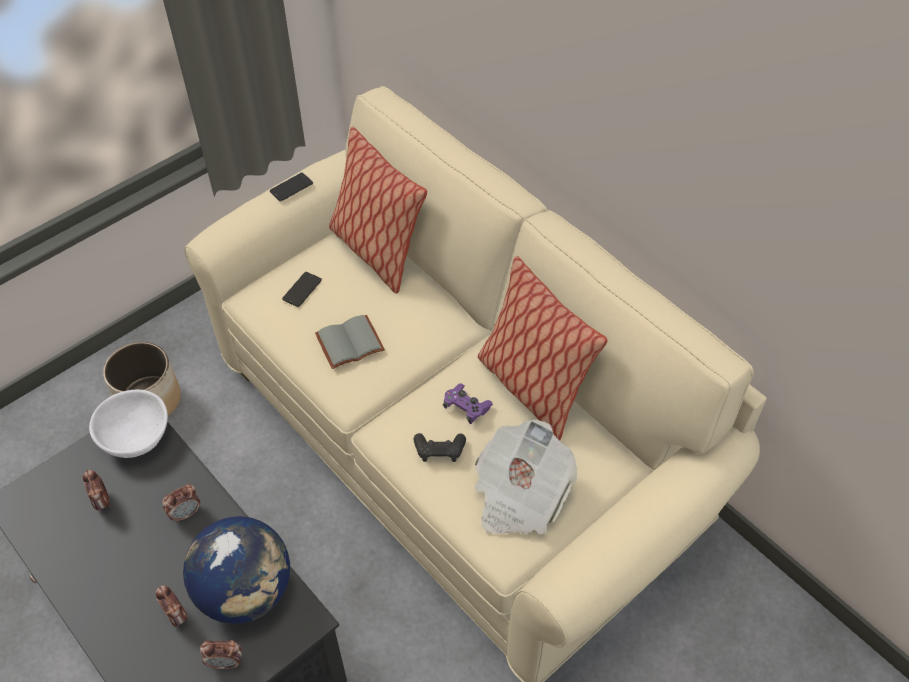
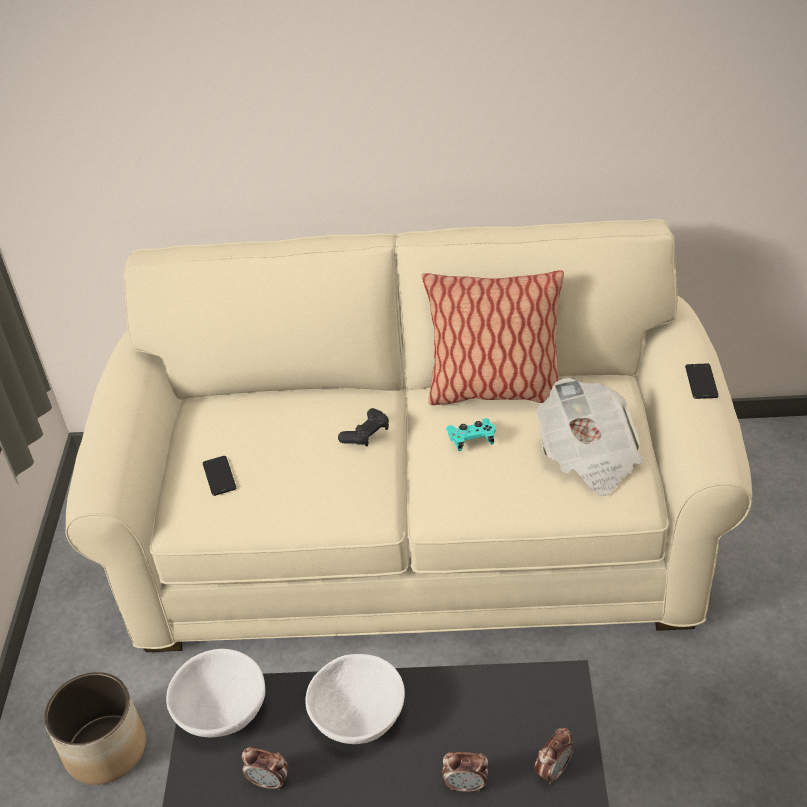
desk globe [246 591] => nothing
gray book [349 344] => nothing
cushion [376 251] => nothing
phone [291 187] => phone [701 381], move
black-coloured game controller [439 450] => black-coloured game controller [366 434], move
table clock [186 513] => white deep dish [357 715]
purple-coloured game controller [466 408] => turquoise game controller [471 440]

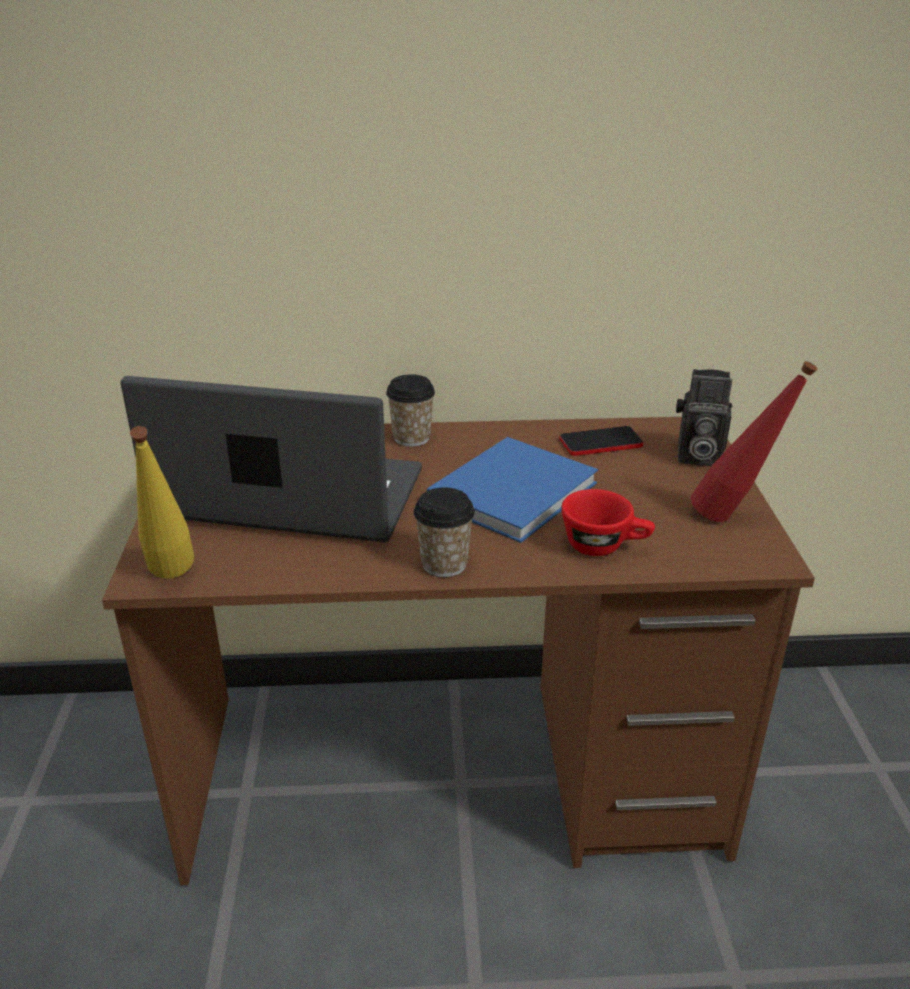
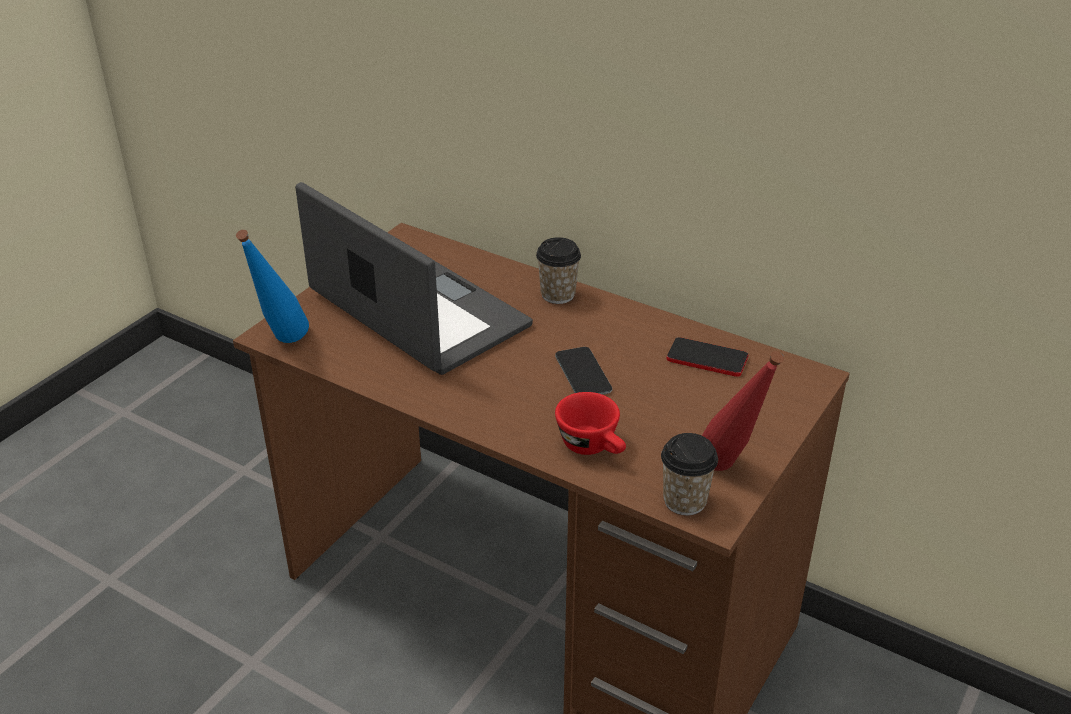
photo camera [696 456] => nothing
drinking cup [444 564] => drinking cup [684 501], move
bluish book [516 491] => phone [583 373]
yellow drink bottle [172 582] => bluish drink bottle [281 345]

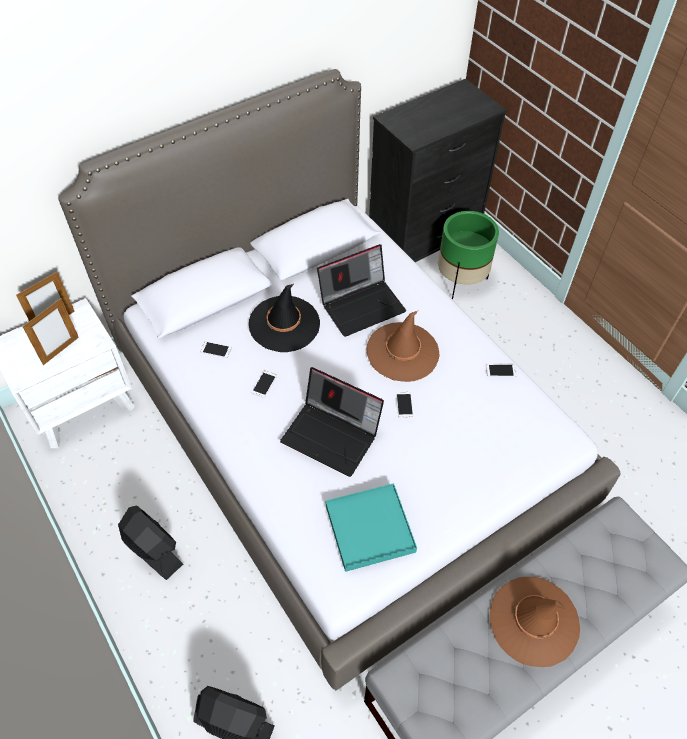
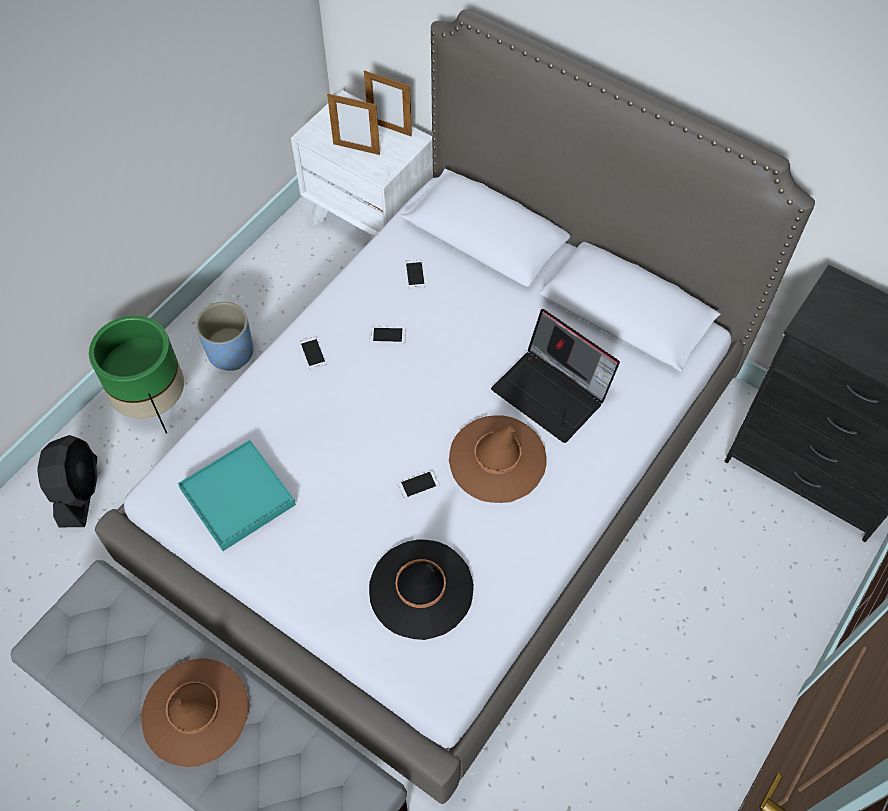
notebook computer [332 435] => nothing
black-coloured clothing hat [284 324] => black-coloured clothing hat [421 589], move
greenish planter [461 280] => greenish planter [154 403], move
phone [500 371] => phone [313 353], move
black-coloured electric fan [153 550] => bluish planter [230 352]

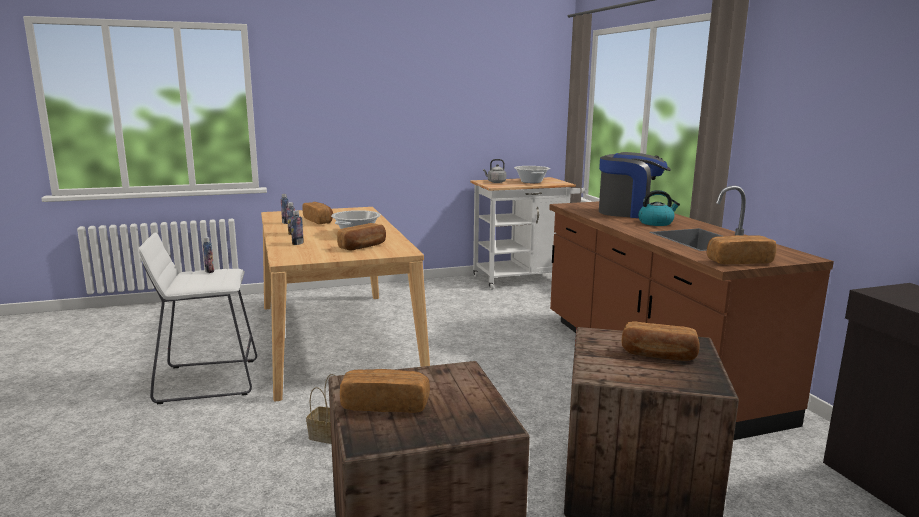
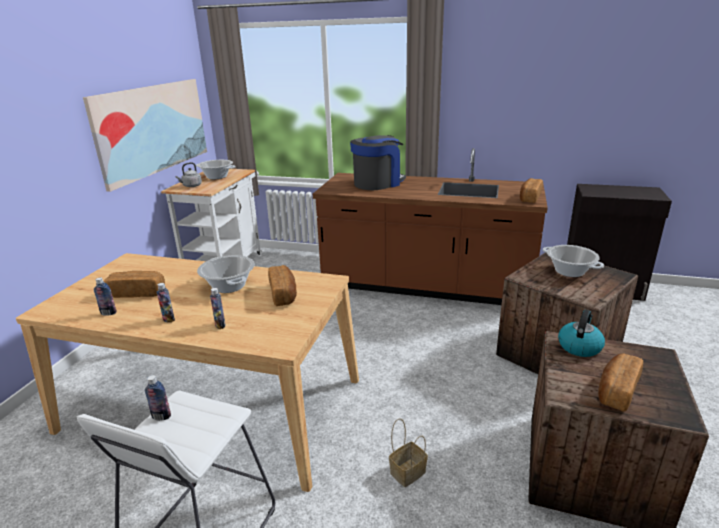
nothing => wall picture [154 129]
tea kettle [656 223] => tea kettle [579 346], move
bakery bread [658 355] => saucepot [569 271]

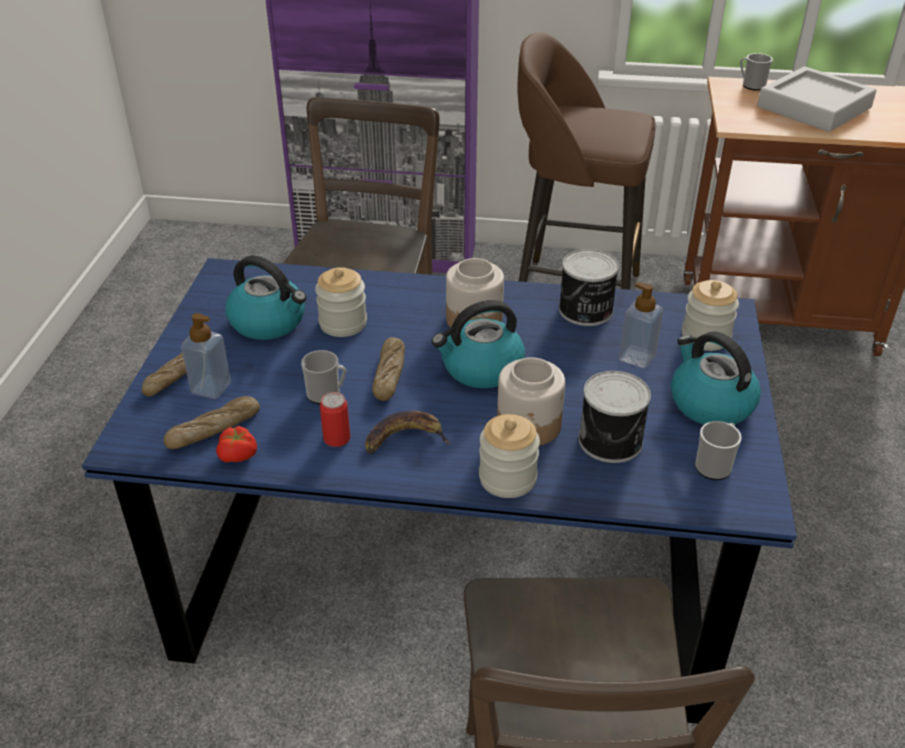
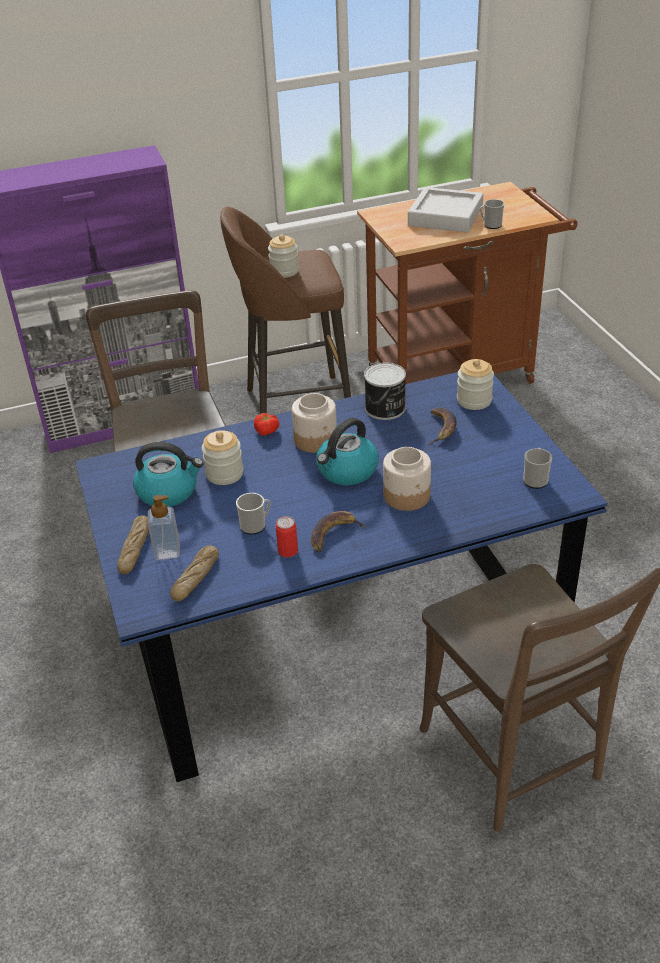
bakery bread [389 374] => nothing
sealed can [612 441] => nothing
tea kettle [709 403] => nothing
fresh tomato [239 455] => fresh tomato [267 431], move
jar [507 478] => jar [284 271], move
tea mug [751 85] => tea mug [490 225], move
soap dispenser [637 357] => whole banana [441 428]

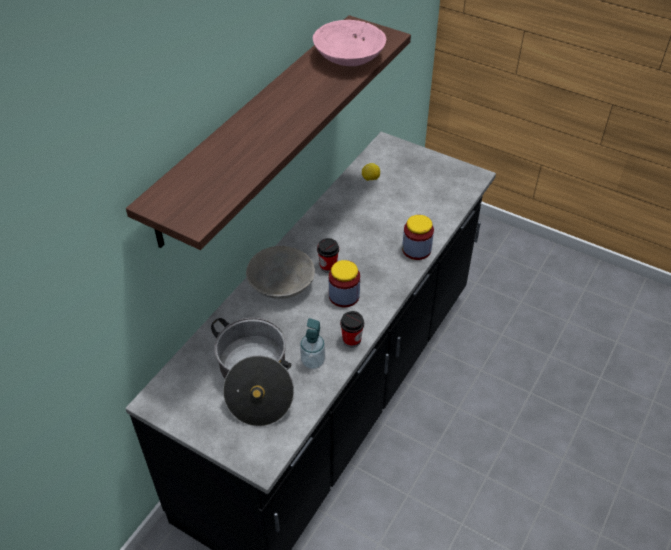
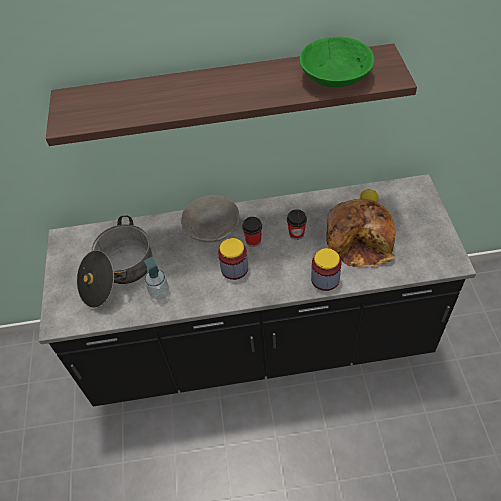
nothing => bakery bread [360 240]
drinking cup [351 340] => drinking cup [296 234], move
pink-coloured deep dish [349 58] => greenish deep dish [335 77]

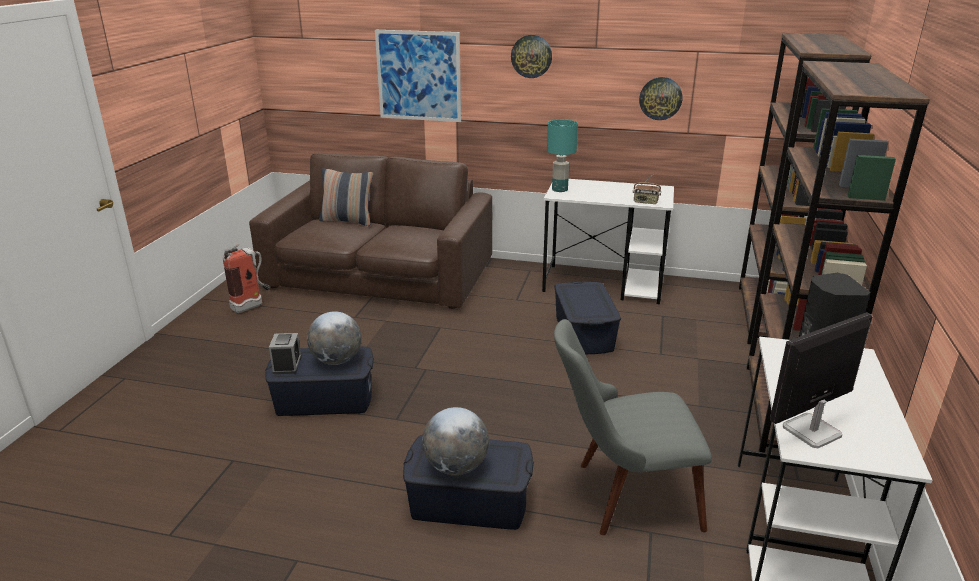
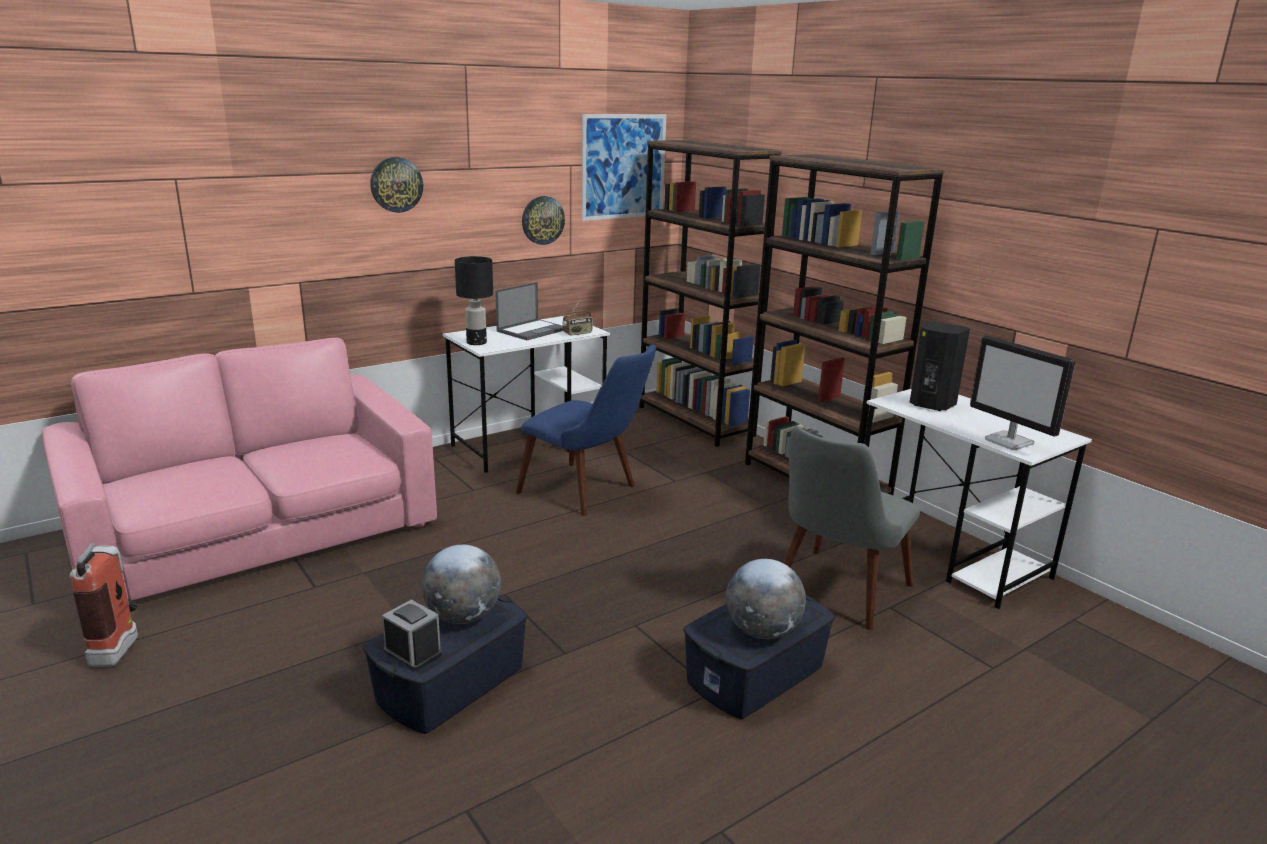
cushion [347 221] => nothing
nothing => notebook computer [532 330]
wall picture [418 76] => wall picture [623 166], move
bluish storage container [583 333] => bluish chair [589 492]
brown couch [380 274] => pink-coloured couch [256 529]
turquoise lamp for a table [560 190] => black-coloured lamp for a table [477 342]
computer display [811 432] => computer display [1010 442], 45 degrees counterclockwise

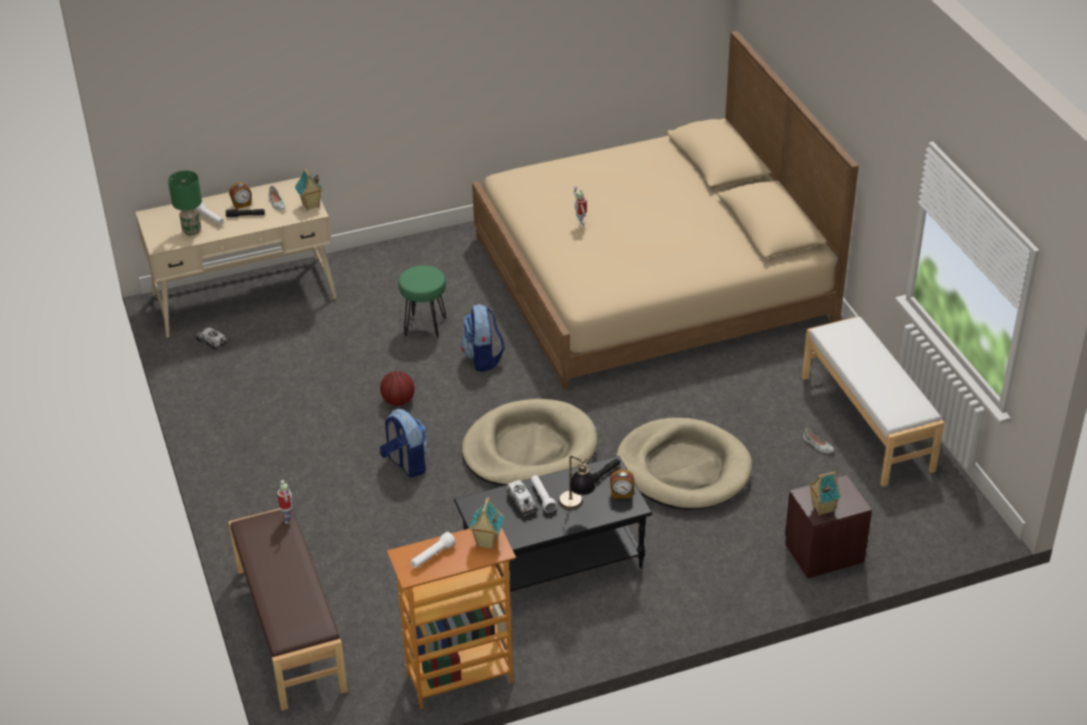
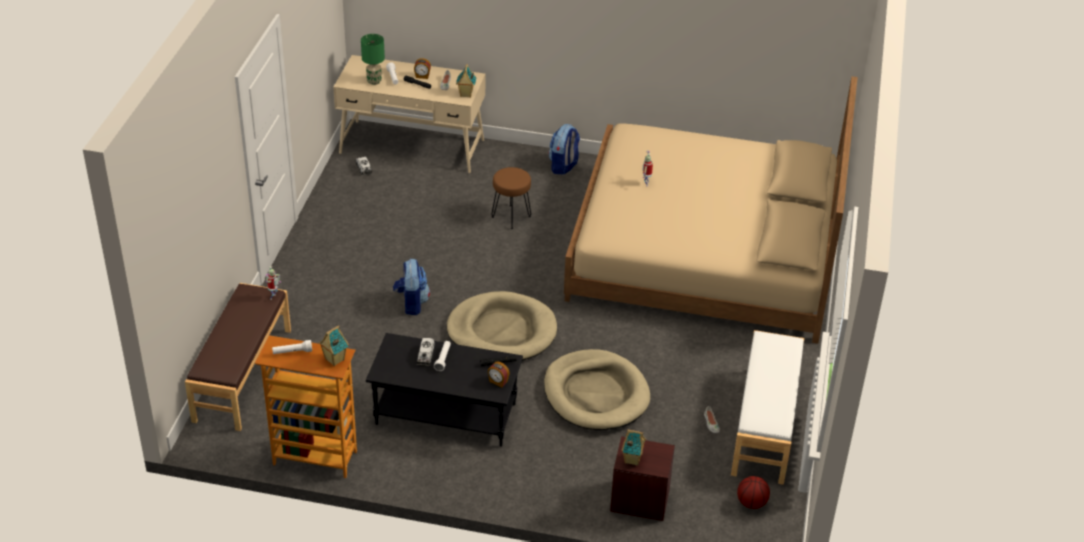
lamp for a table [576 507] => nothing
basketball ball [398 401] => basketball ball [752 503], move
backpack [483 358] => backpack [563 166], move
greenish sitting stool [425 326] => brown sitting stool [511 217]

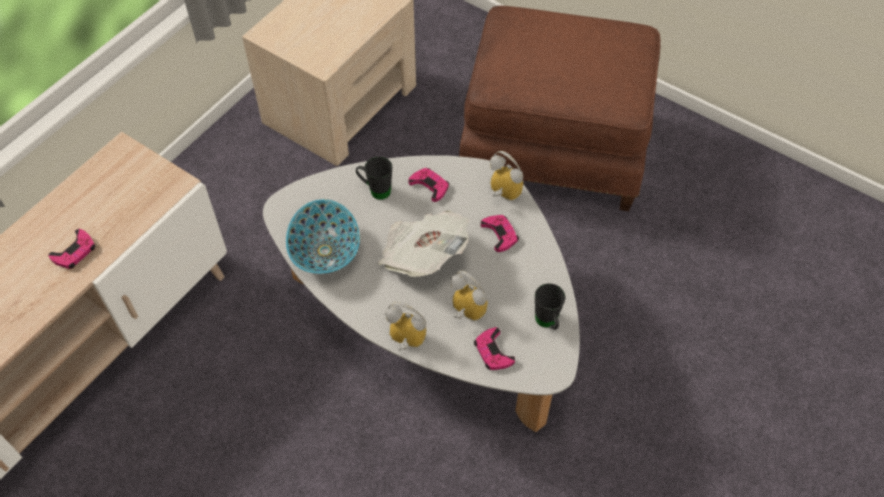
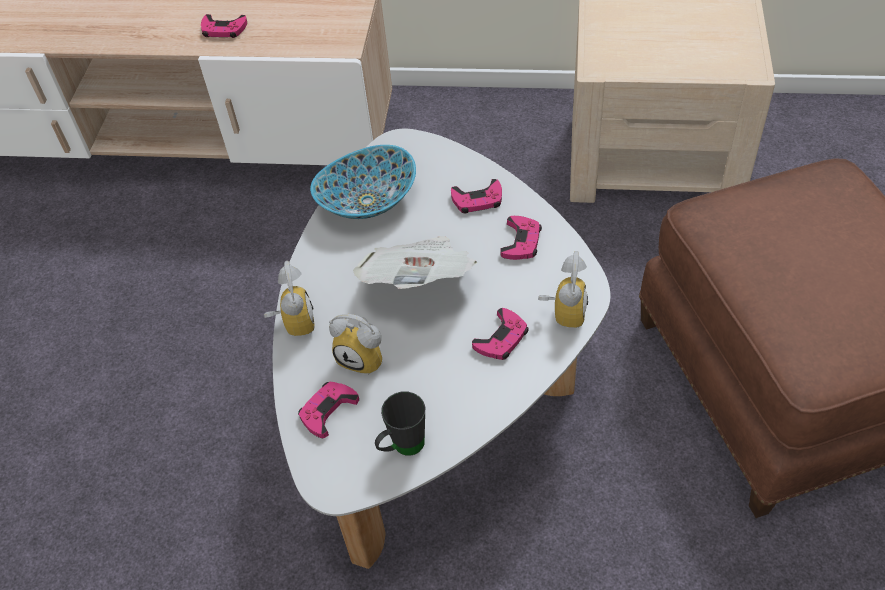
black-coloured tea mug [375 190] => pink-coloured game controller [478 200]
table clock [464 313] => table clock [365 357], 105 degrees clockwise

